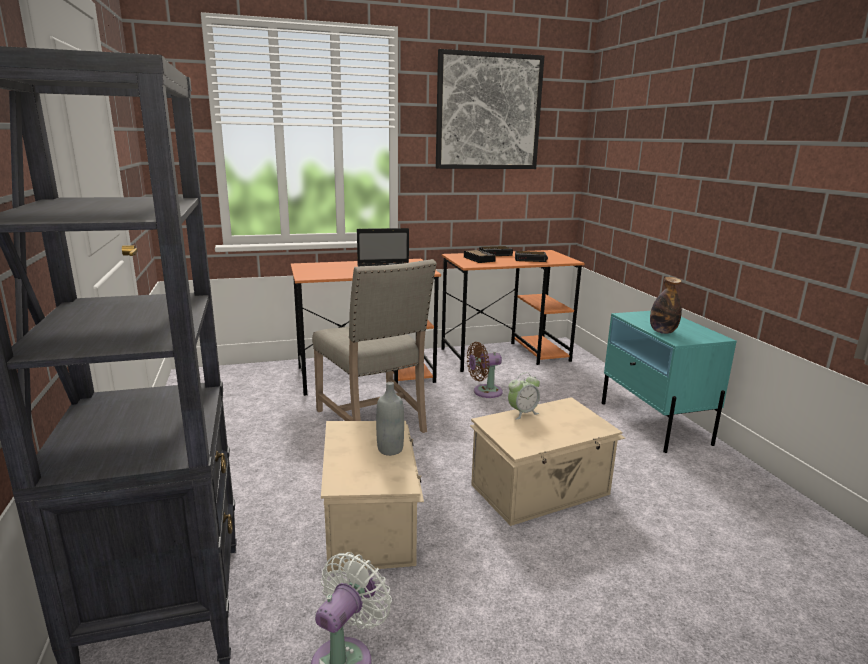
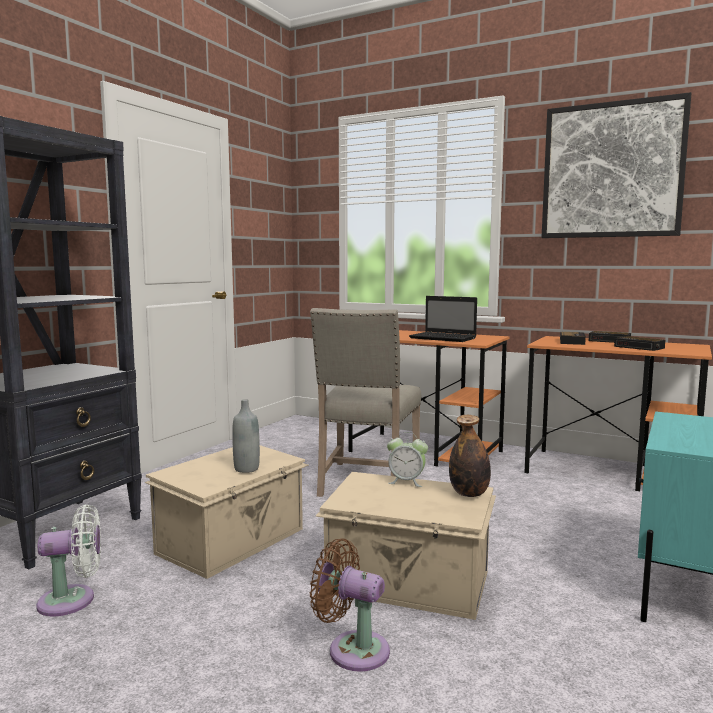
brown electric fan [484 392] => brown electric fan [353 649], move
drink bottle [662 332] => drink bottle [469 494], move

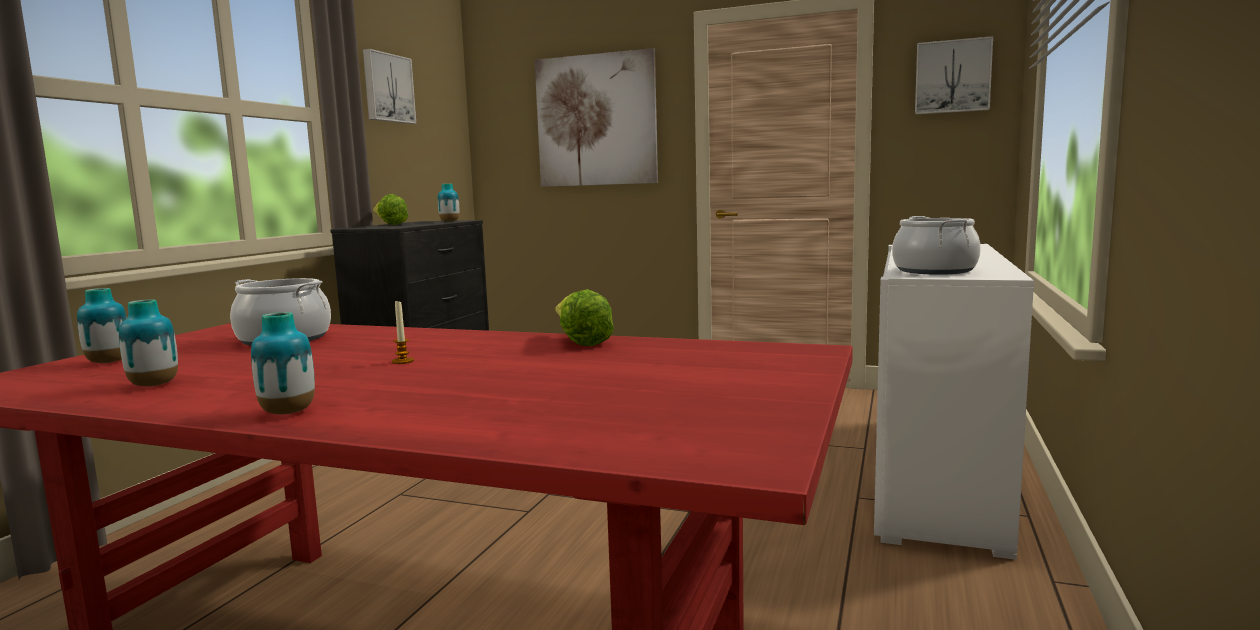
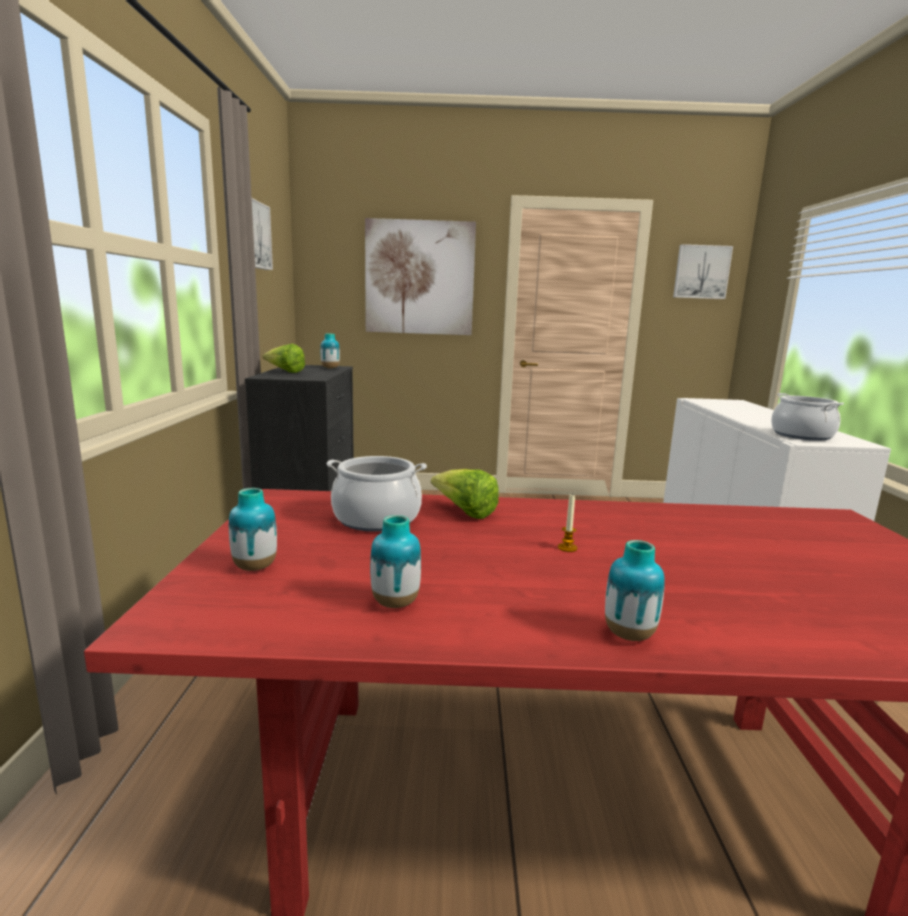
lettuce [580 342] => lettuce [465 512], move

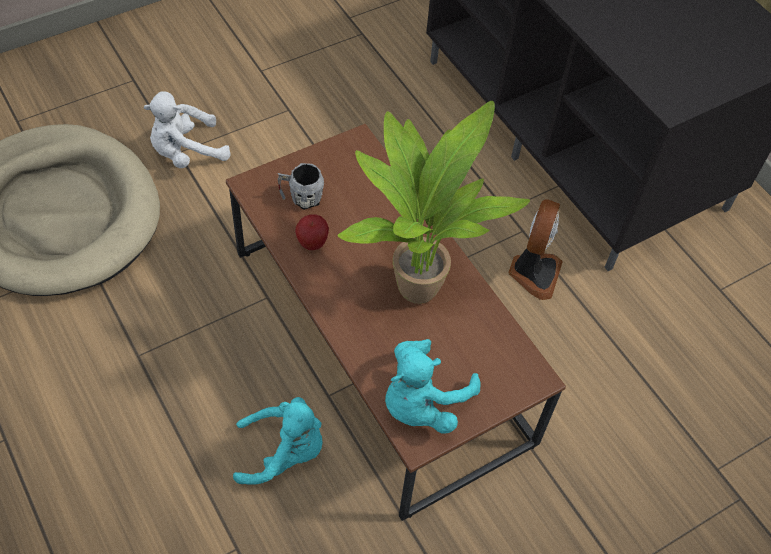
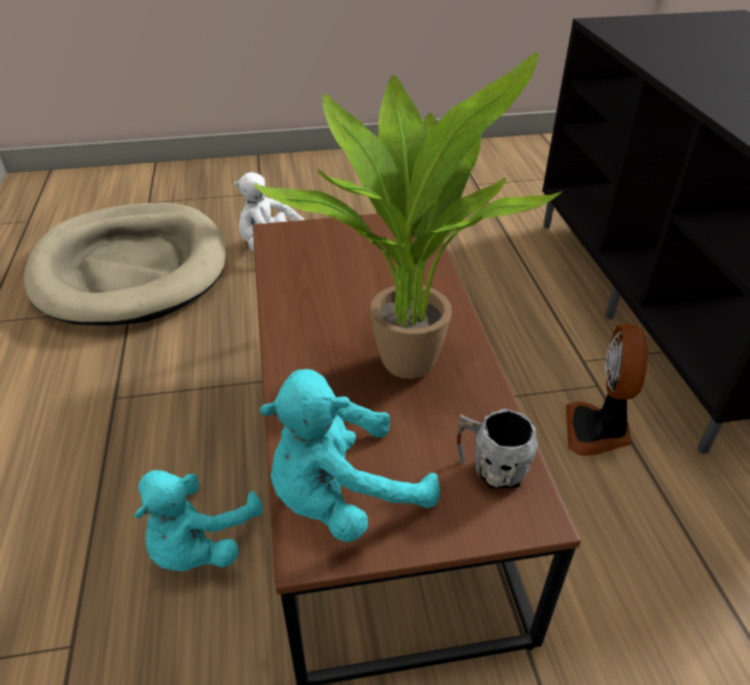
apple [312 244] => nothing
gray tea mug [301 198] => gray tea mug [491 469], move
turquoise soft toy [284 452] => turquoise soft toy [200 544], 90 degrees clockwise
electric fan [533 272] => electric fan [598 431], 150 degrees clockwise

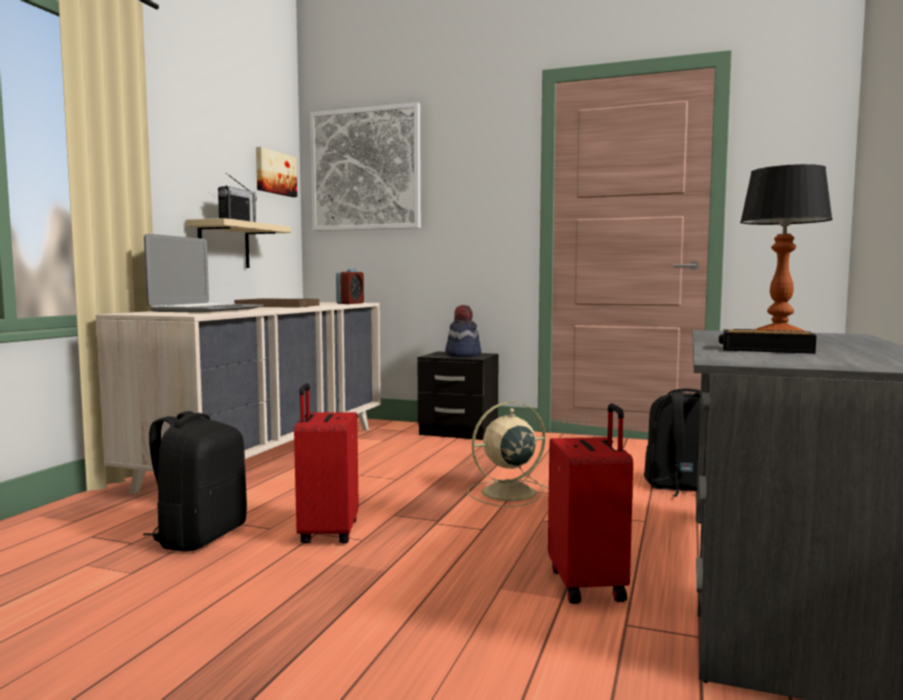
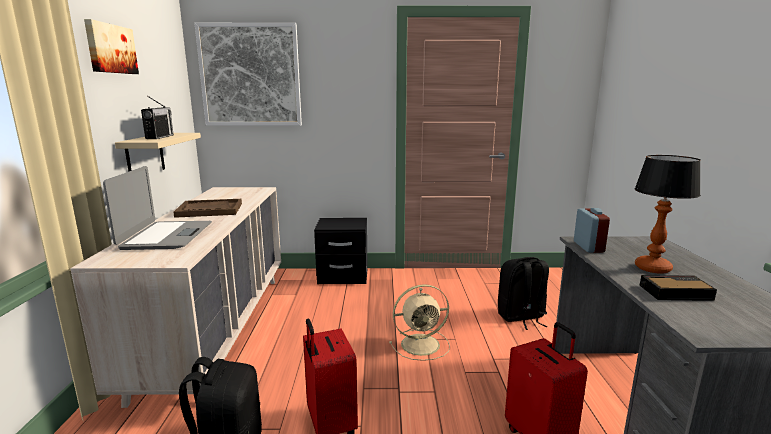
clothing hat [462 355] => nothing
wall picture [274 173] => wall picture [110 49], move
table clock [350 303] => table clock [588 247], move
sand-coloured electric fan [506 493] => sand-coloured electric fan [422 344], 150 degrees counterclockwise

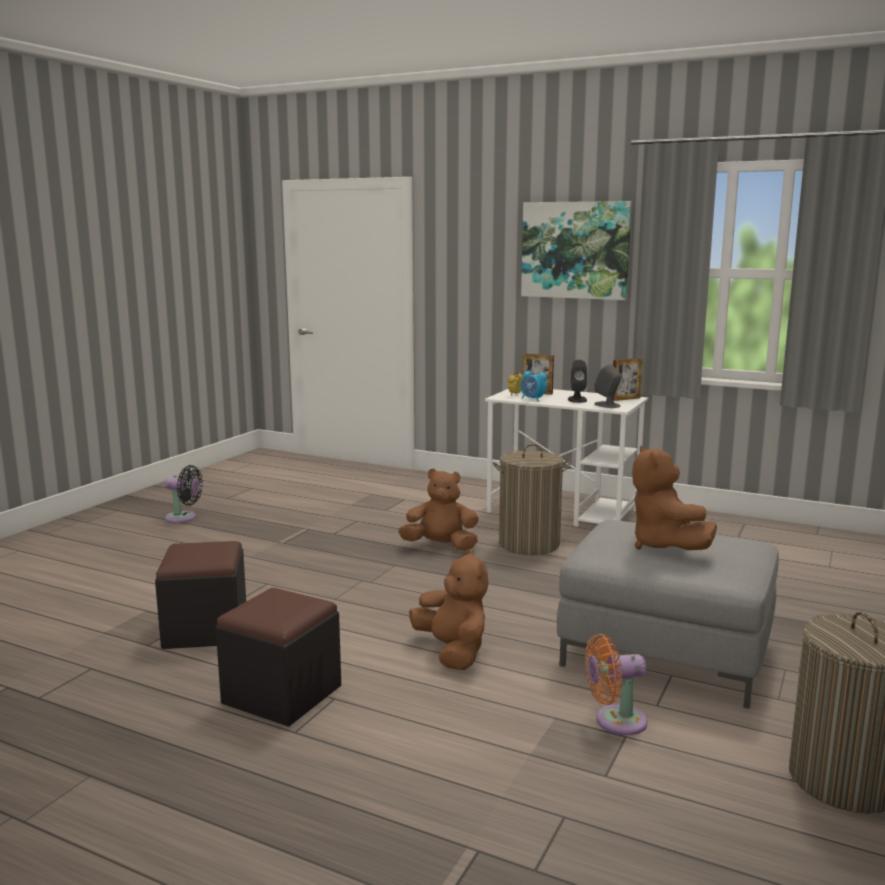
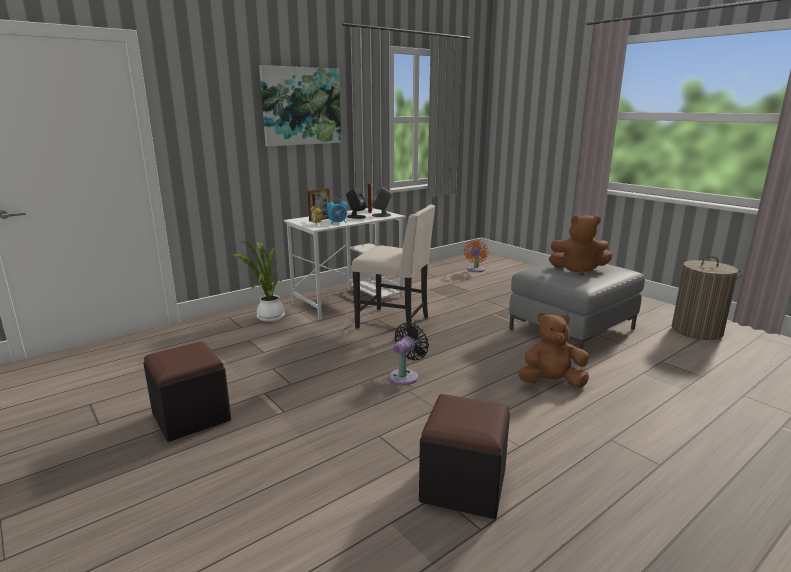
brown soft toy [441 546] => nothing
nothing => potted plant [269 318]
black-coloured electric fan [183 518] => black-coloured electric fan [405 376], move
black-coloured pouffe [282 695] => black-coloured pouffe [191 417], move
orange-coloured electric fan [615 721] => orange-coloured electric fan [475 270], move
hamper [529 544] => sand-coloured chair [394 322]

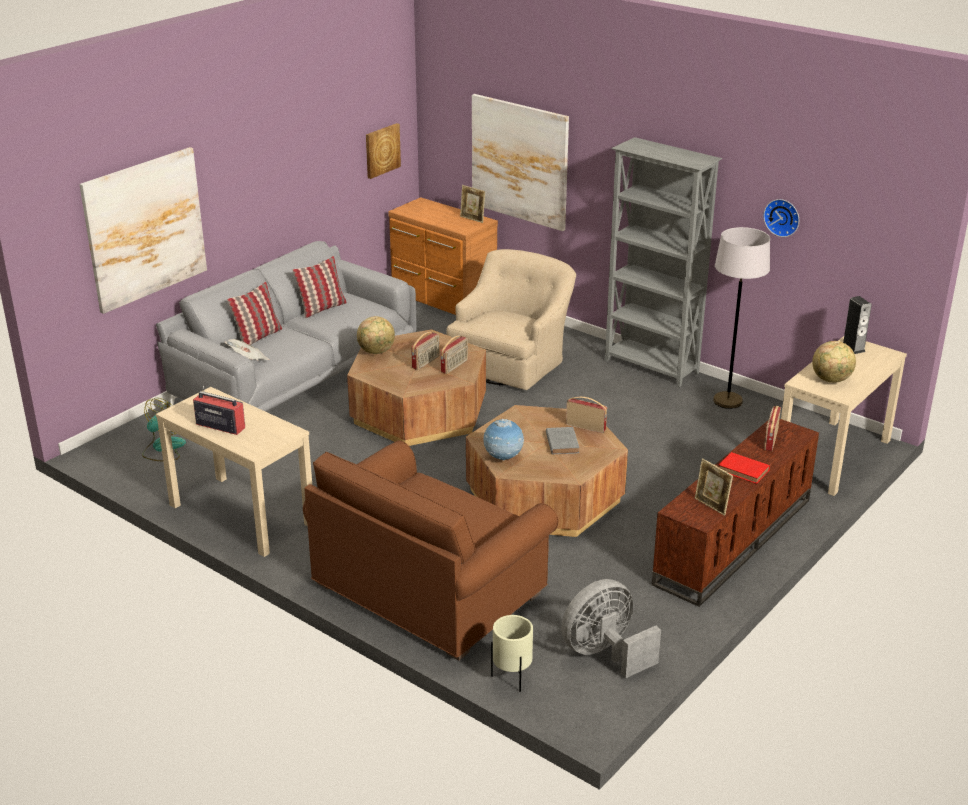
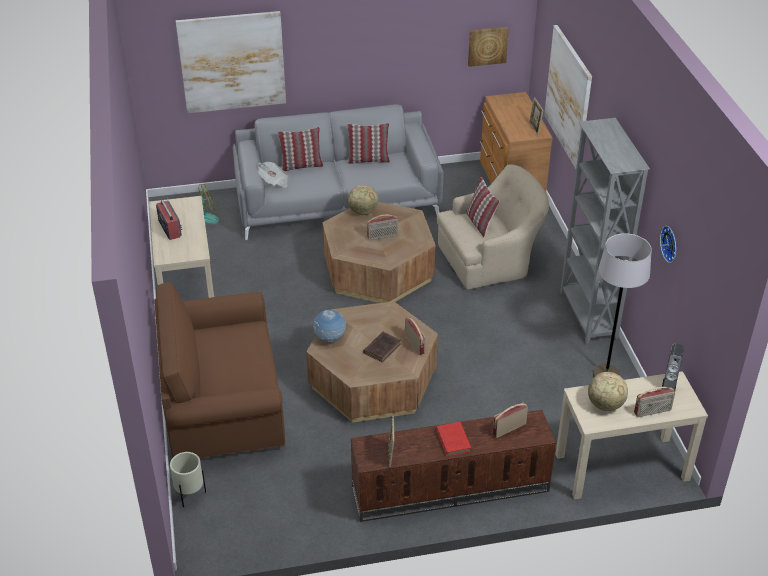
gray electric fan [605 653] => nothing
nothing => cushion [480 223]
radio receiver [454 366] => radio receiver [652 412], move
gray book [562 442] => brown book [382 348]

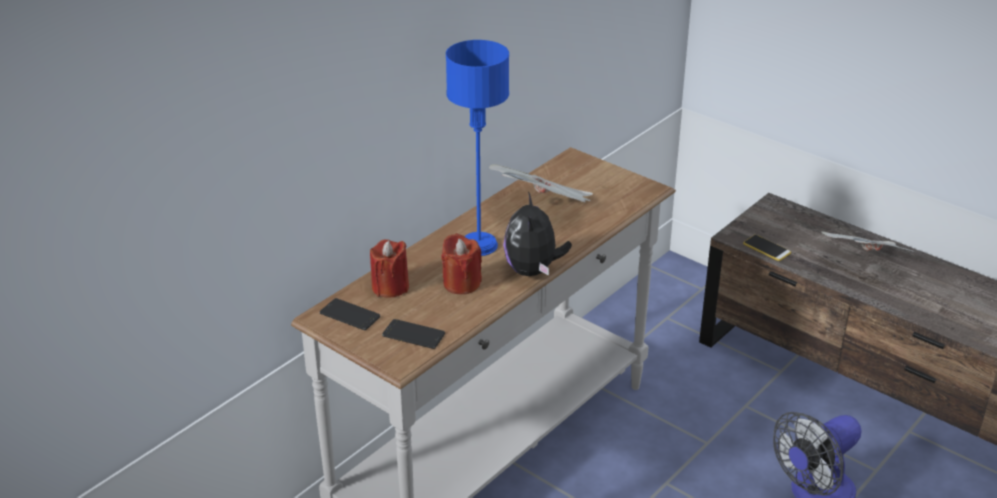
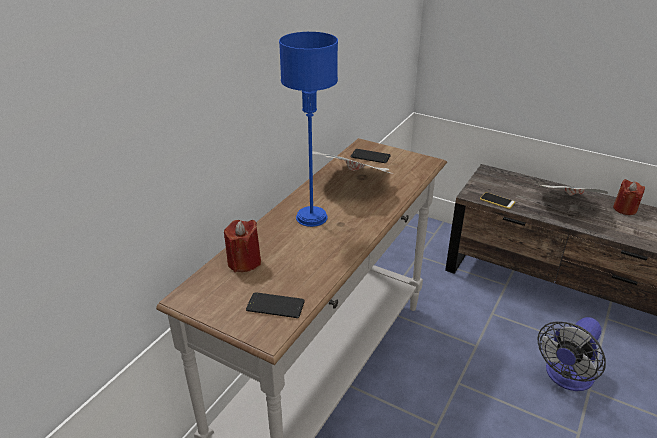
soft toy [533 271] => nothing
phone [350 315] => phone [370 156], move
reddish wax light [461 283] => reddish wax light [624 209], move

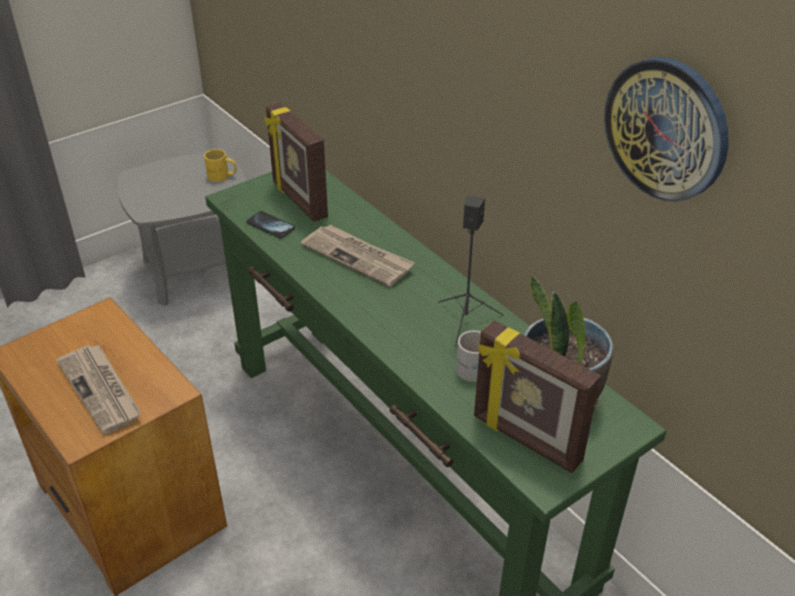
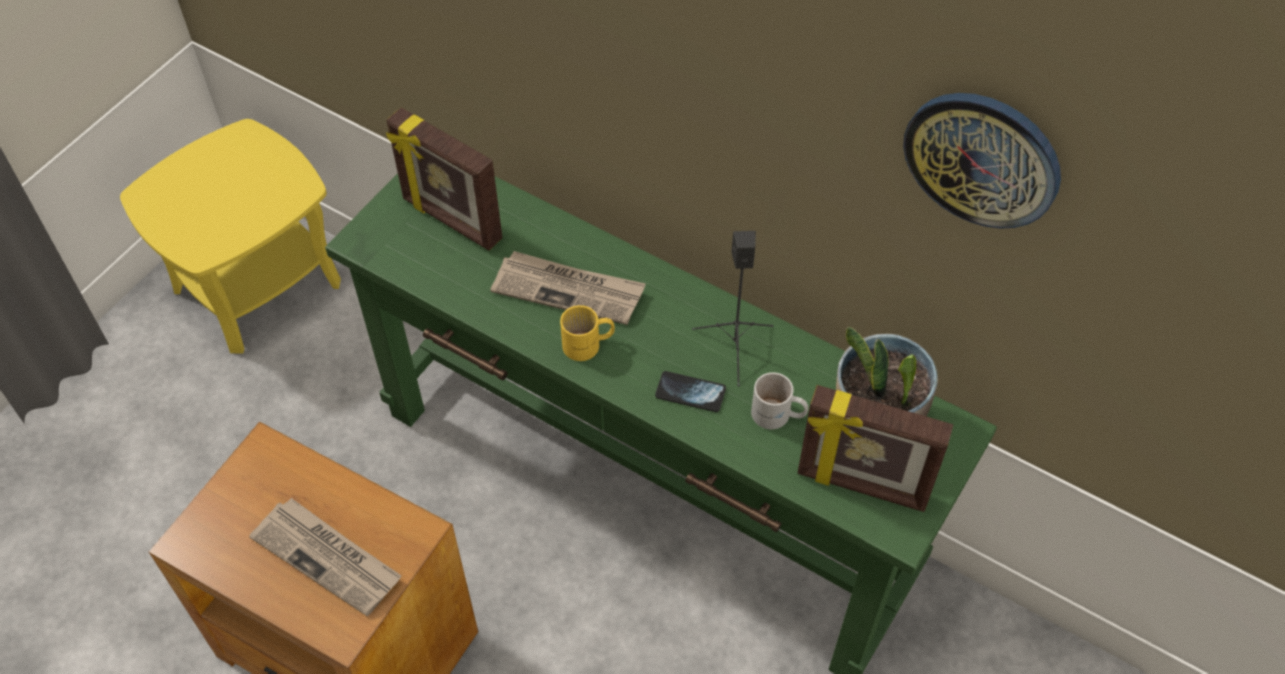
yellow tea mug [222 176] => yellow tea mug [588 345], move
phone [270 226] => phone [690 393], move
gray accent table [197 270] => yellow accent table [258 285]

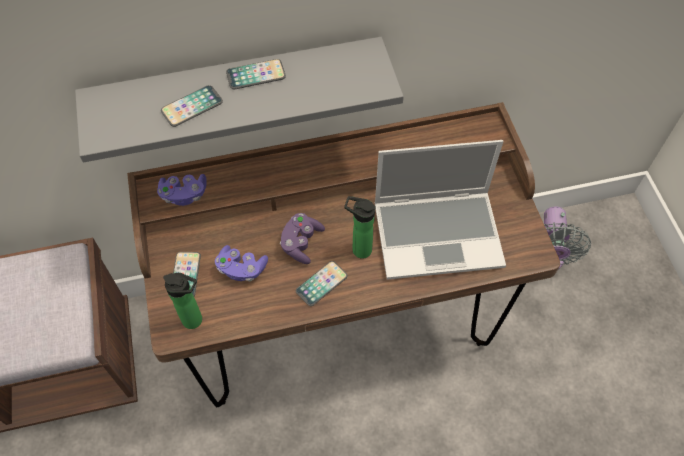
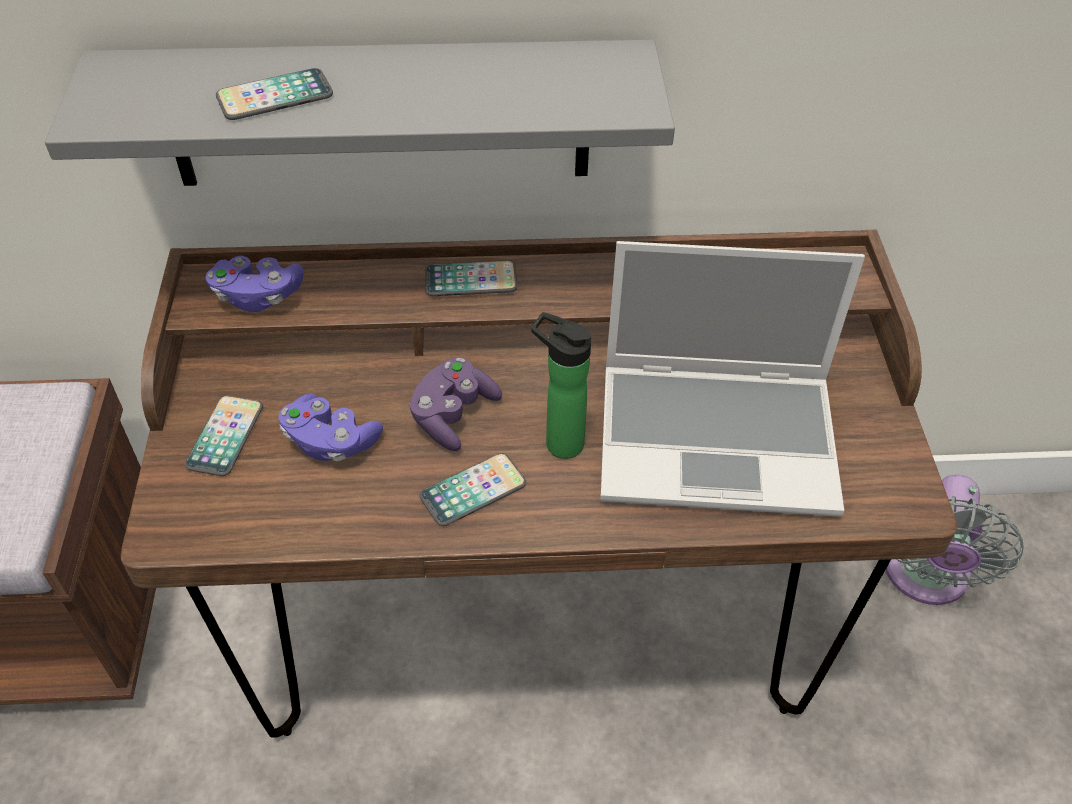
drink bottle [195 320] => nothing
phone [256 75] => phone [471 280], move

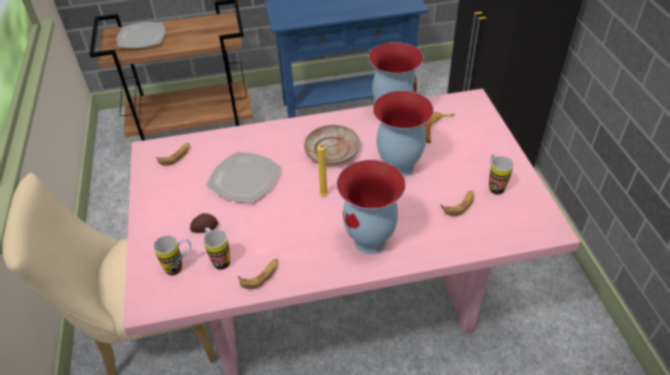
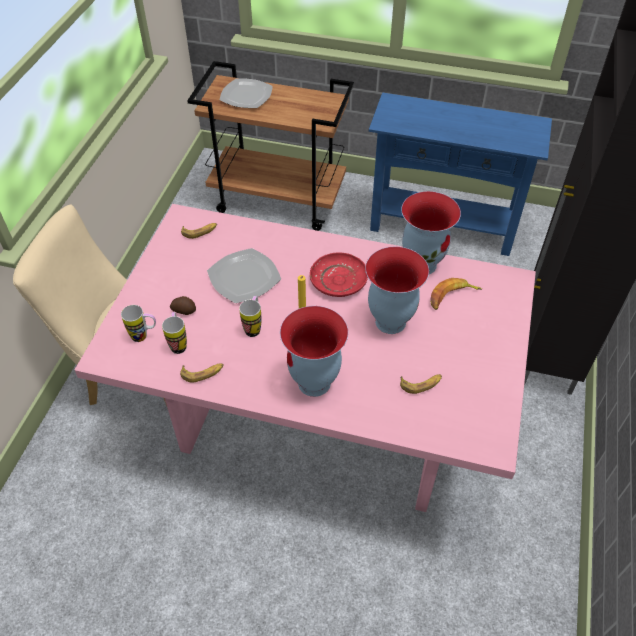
tea mug [494 185] => tea mug [254 327], move
sand-coloured dinner plate [332 151] => reddish dinner plate [339 281]

